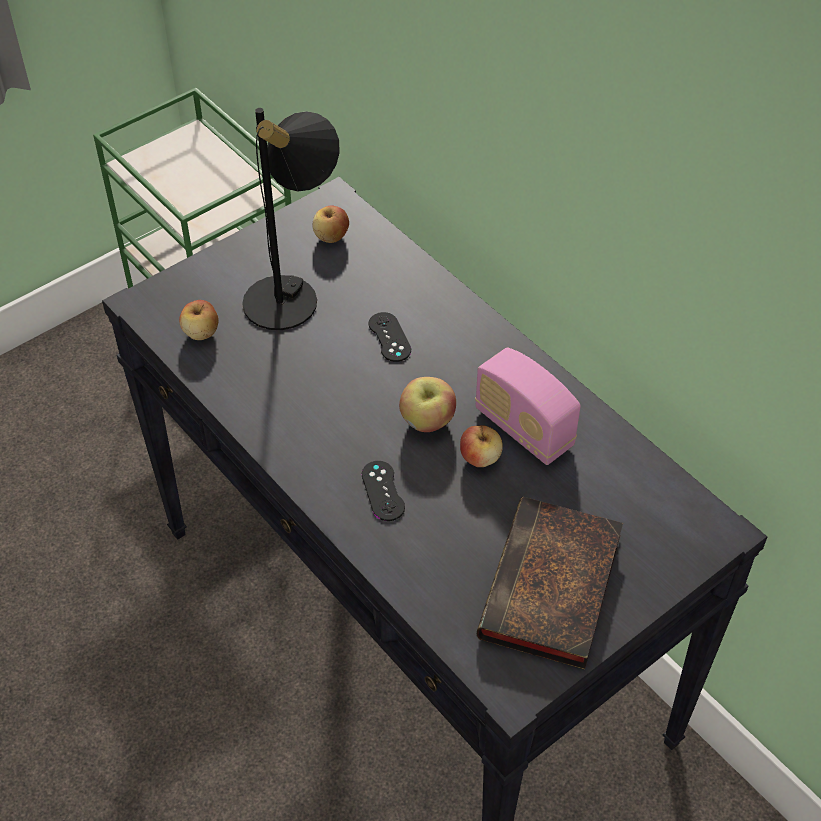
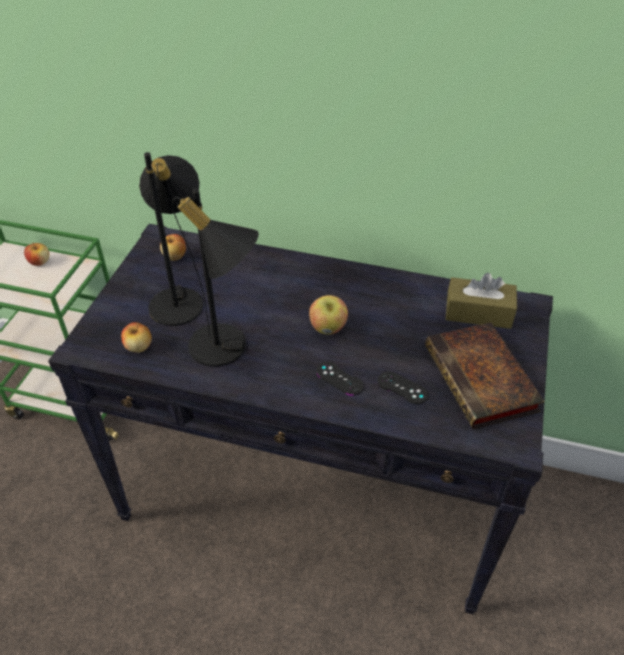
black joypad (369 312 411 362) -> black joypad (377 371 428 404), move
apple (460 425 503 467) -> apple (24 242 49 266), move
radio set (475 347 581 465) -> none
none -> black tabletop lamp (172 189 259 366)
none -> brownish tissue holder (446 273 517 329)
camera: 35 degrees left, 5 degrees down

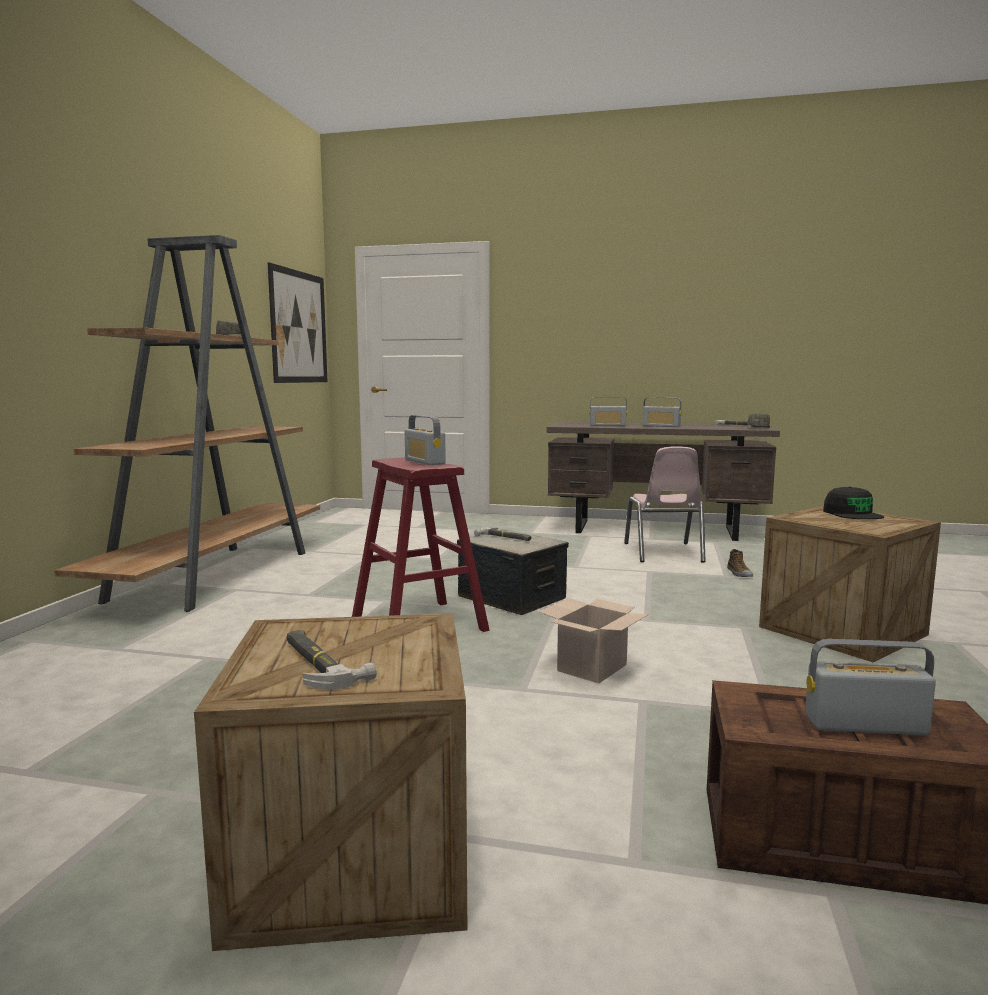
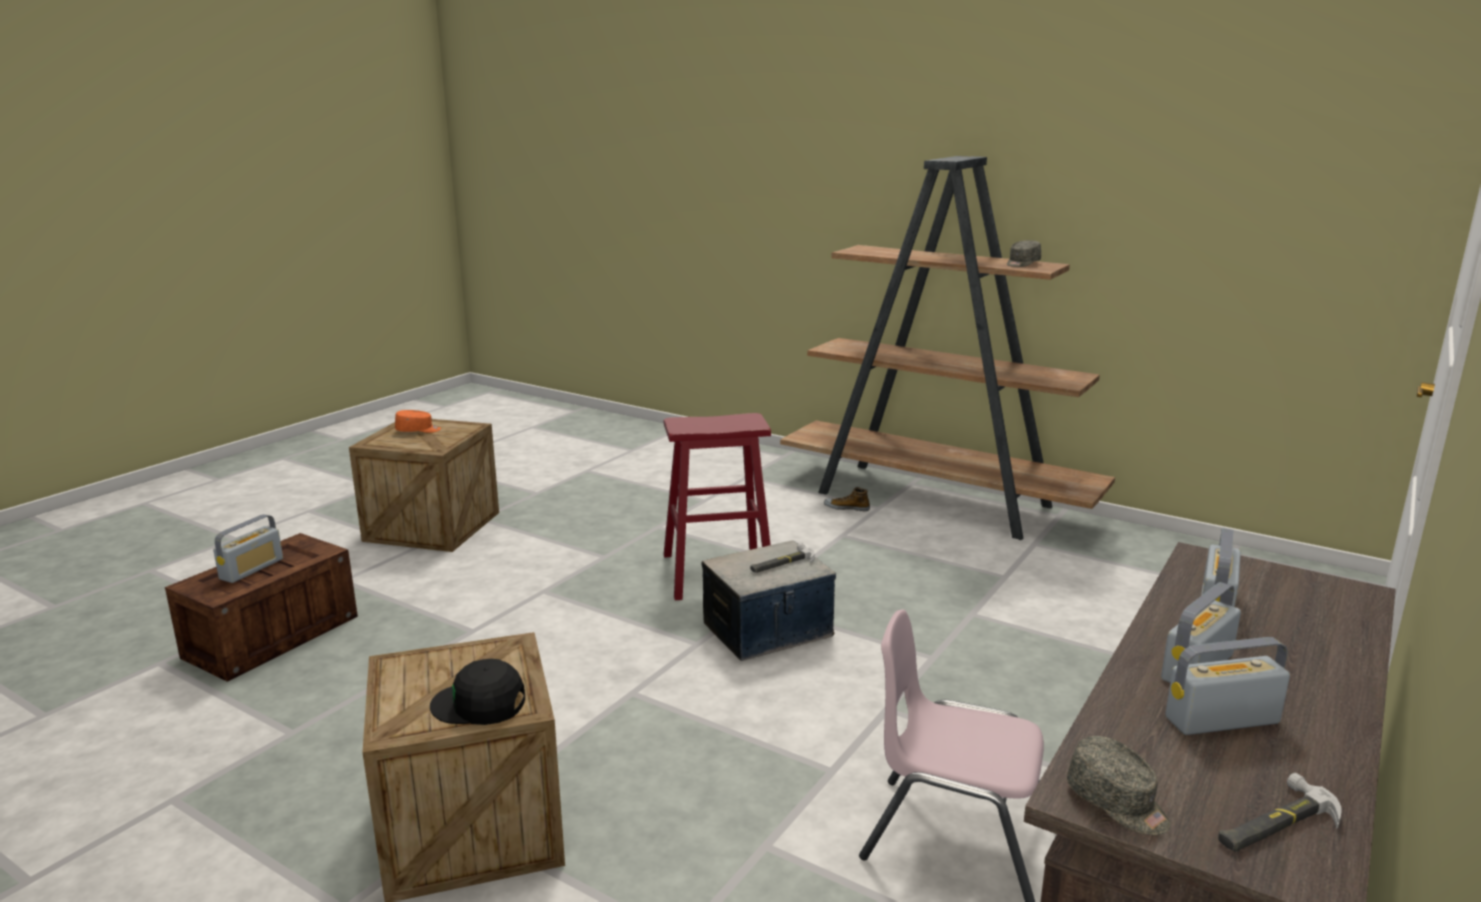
picture (268 262 328 383) -> none
hammer (287 630 377 690) -> orangey cap (395 410 441 433)
radio set (405 415 446 465) -> radio set (1165 637 1290 735), move
packing box (539 598 649 683) -> none
low shoe (727 549 753 577) -> low shoe (824 487 870 511), move
camera: 110 degrees right, 10 degrees up

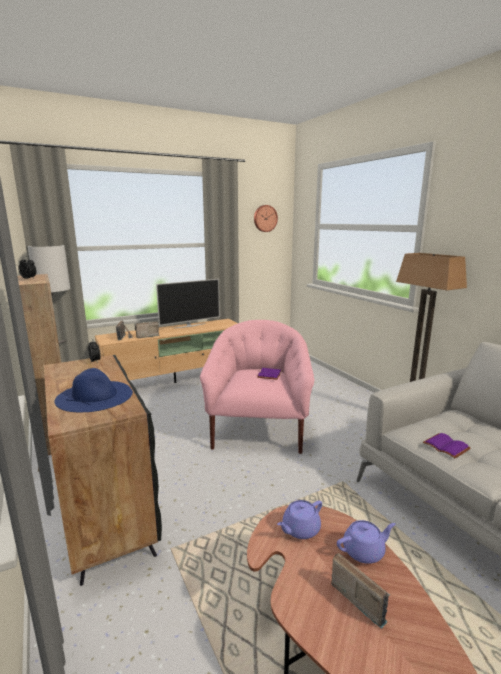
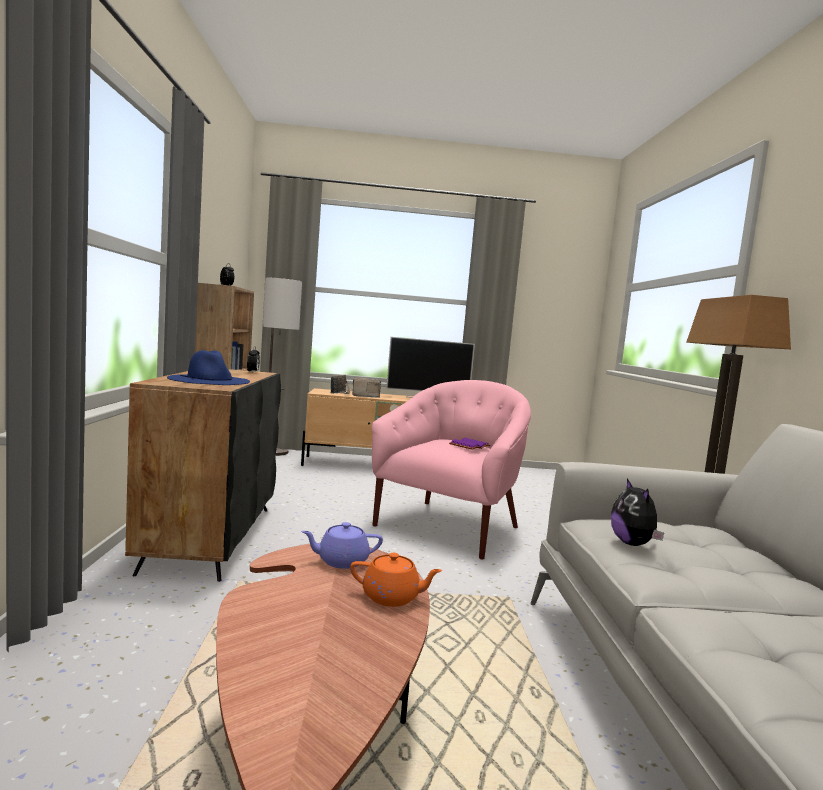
clock on the wall (254 205 278 232) -> none
radio set (331 553 390 629) -> none
purplish tea pot (337 520 396 564) -> orangey tea pot (350 553 443 607)
purplish volume (423 433 471 458) -> cuddly toy (611 479 664 546)
camera: 25 degrees right, 10 degrees down

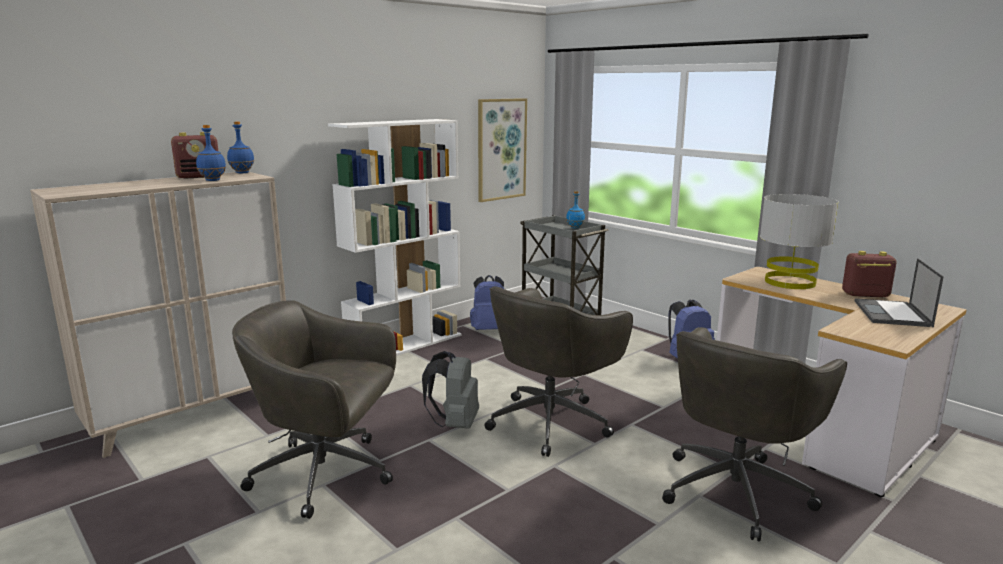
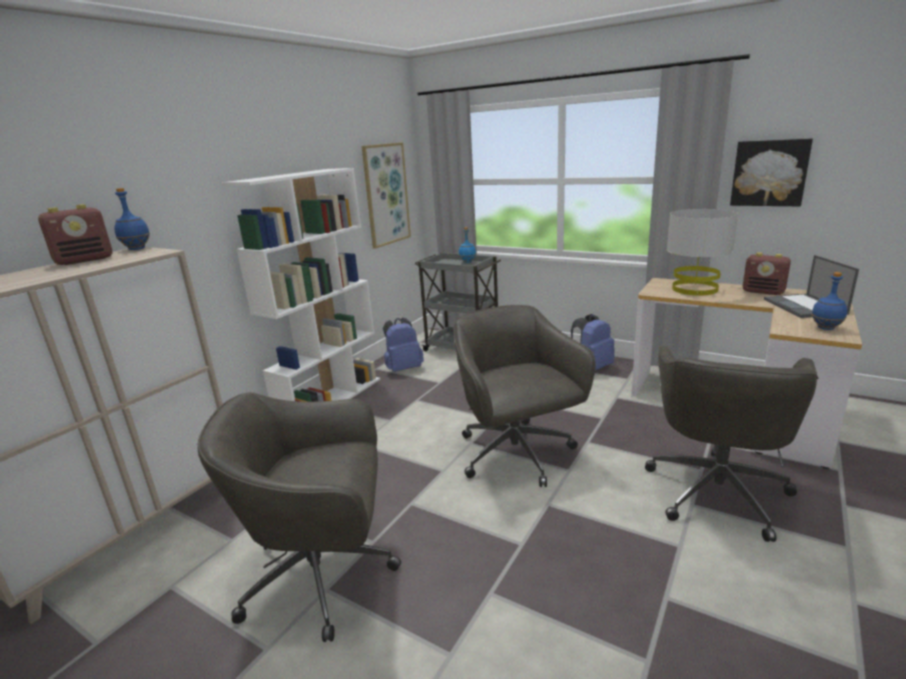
blue-coloured beverage bottle (196 125 226 181) -> blue-coloured beverage bottle (812 272 847 330), move
greyish backpack (422 351 479 429) -> none
greyish computer chair (484 286 633 457) -> greyish computer chair (453 305 595 487), 135 degrees clockwise
radio set (842 251 897 297) -> radio set (743 253 791 295), 135 degrees counterclockwise
none -> picture (730 139 813 207)
camera: 15 degrees left, 5 degrees up

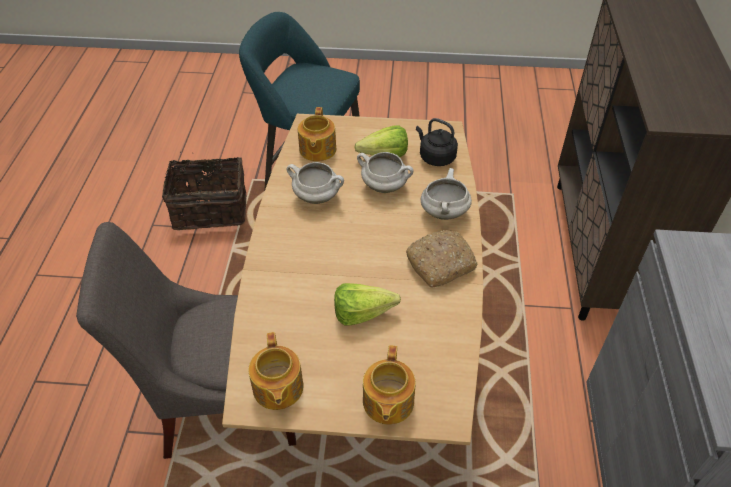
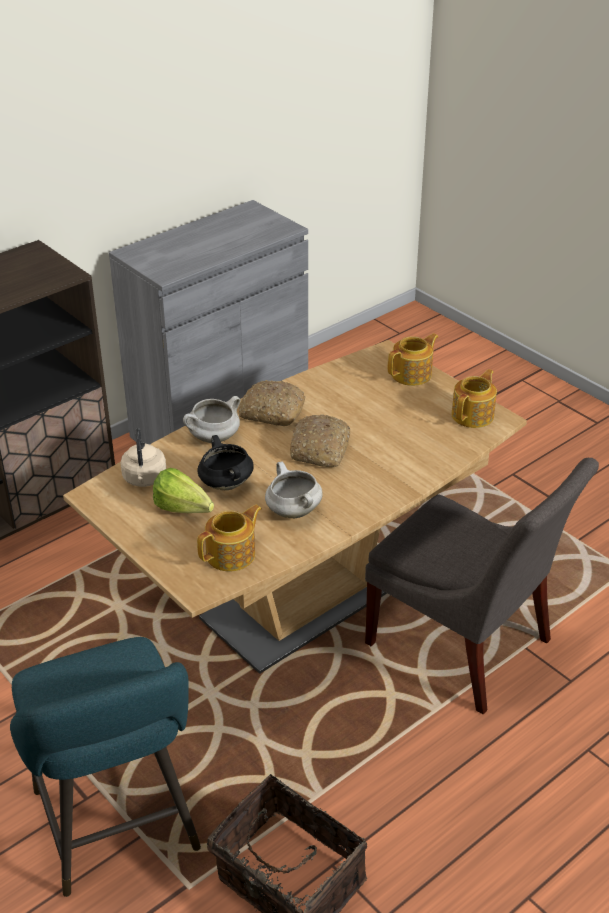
lettuce (334 283 401 326) -> none
white-coloured stockpot (357 152 414 193) -> black stockpot (197 435 254 490)
black kettle (416 118 458 166) -> sand-coloured kettle (120 428 166 487)
none -> bakery bread (290 414 350 467)
camera: 135 degrees left, 10 degrees down

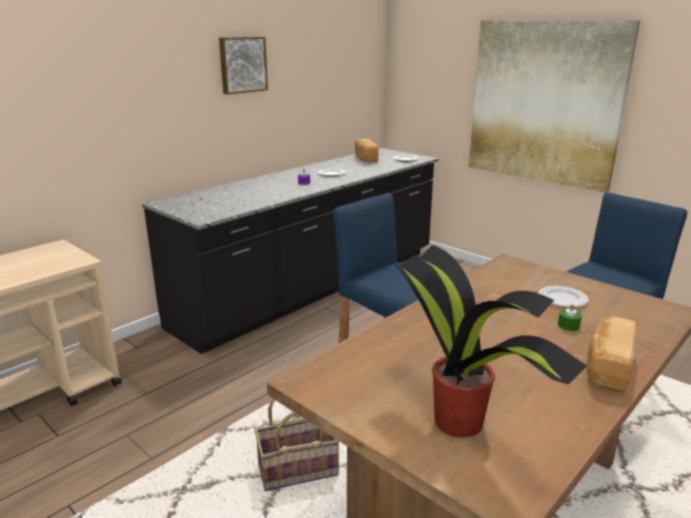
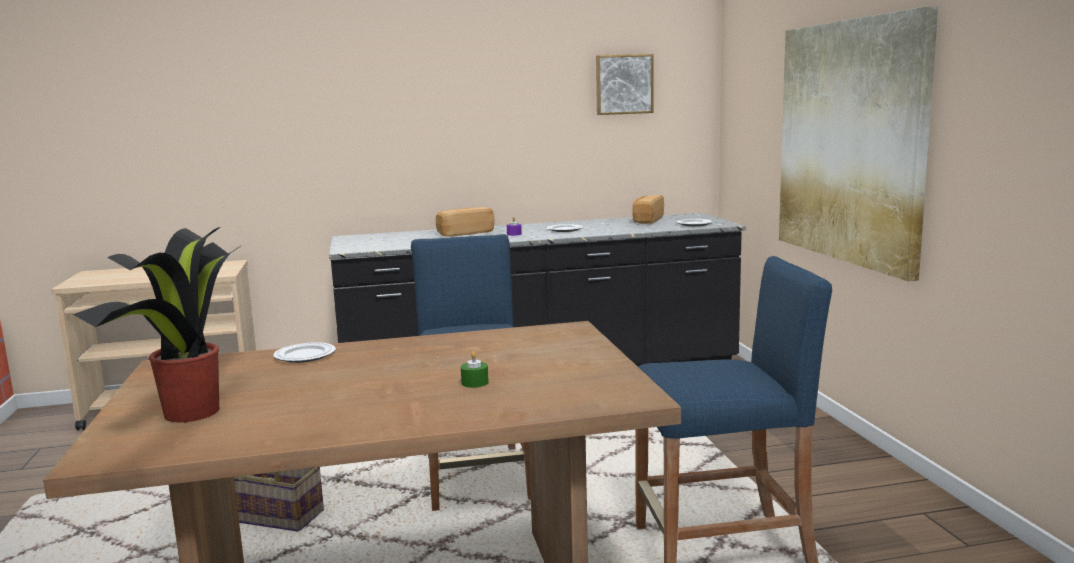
picture (219 37 268 94) -> picture (596 54 654 115), move
plate (539 286 589 308) -> plate (273 342 336 363), move
bakery bread (587 316 638 393) -> bakery bread (436 207 494 237), move
camera: 35 degrees right, 10 degrees down

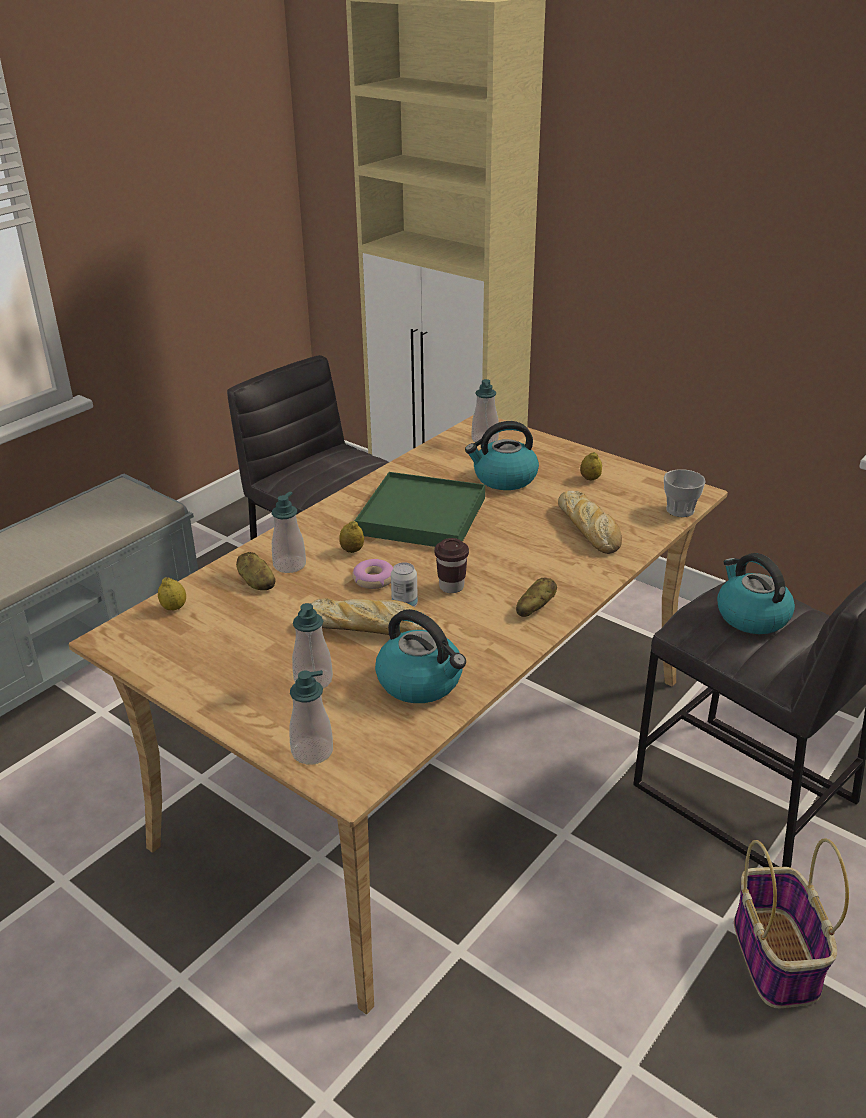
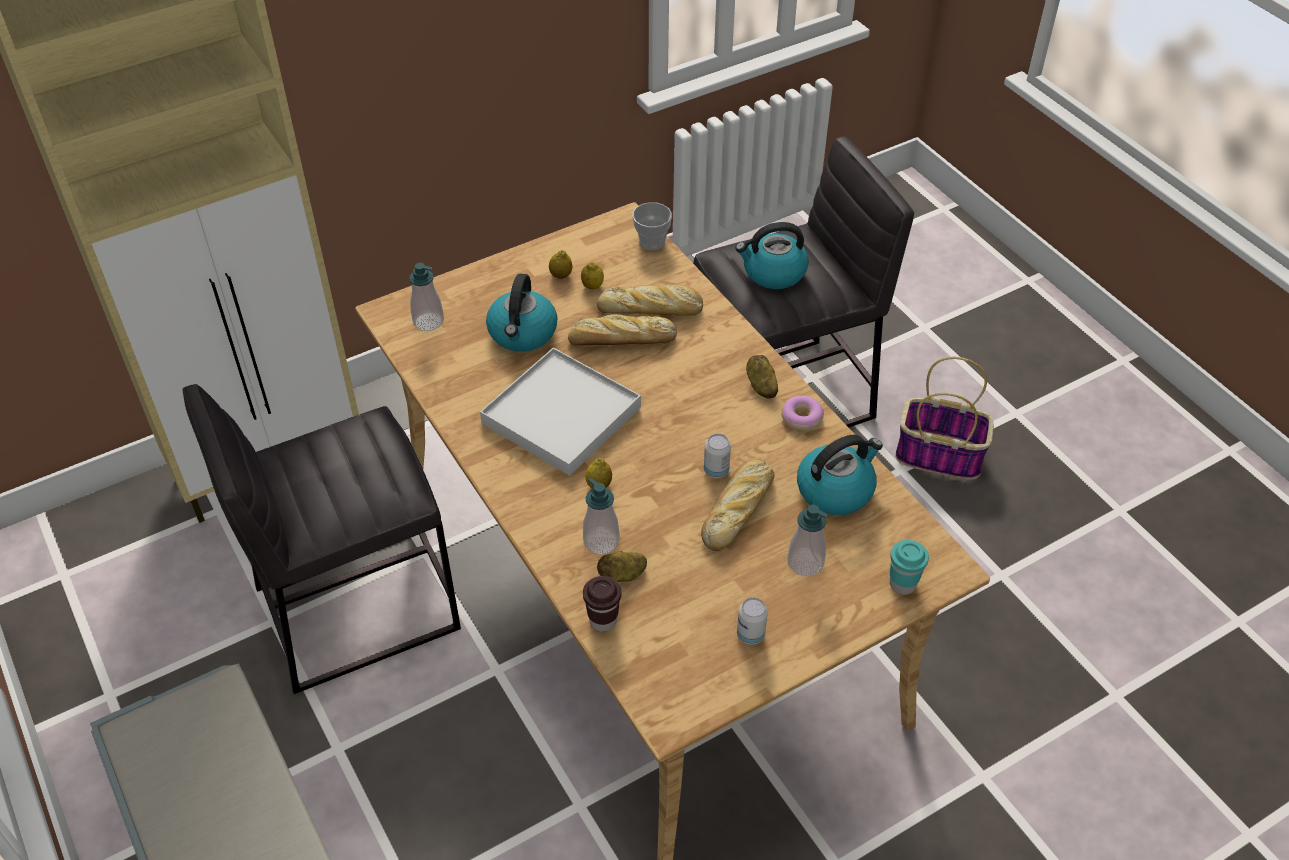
lemon (158 577 186 611) -> lemon (581 262 604 290), move
soap bottle (289 670 333 765) -> blue-green small cup (890 540 929 595)
doughnut (353 559 393 589) -> doughnut (781 396 824 431), move
greenish carrying tray (355 472 485 547) -> white-coloured carrying tray (480 347 641 476)
brownish small cup (434 538 469 593) -> brownish small cup (583 576 621 632), move
none -> bakery bread (568 314 677 345)
none -> metal can (737 597 768 645)
camera: 70 degrees left, 15 degrees up

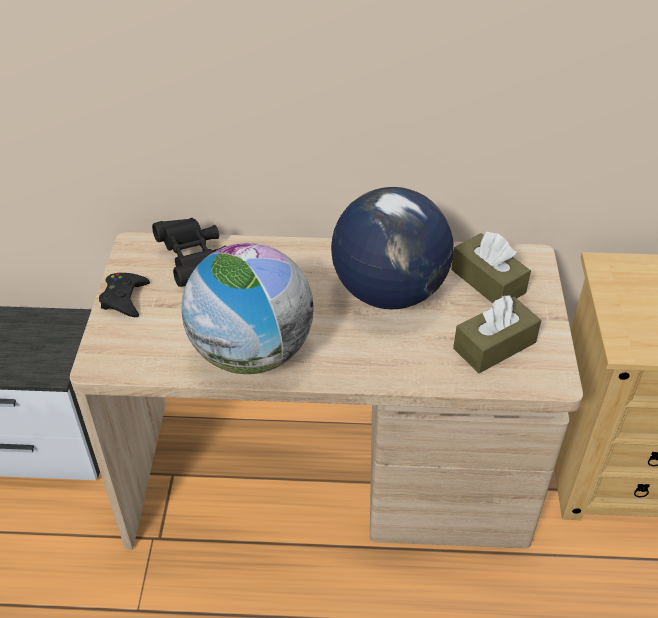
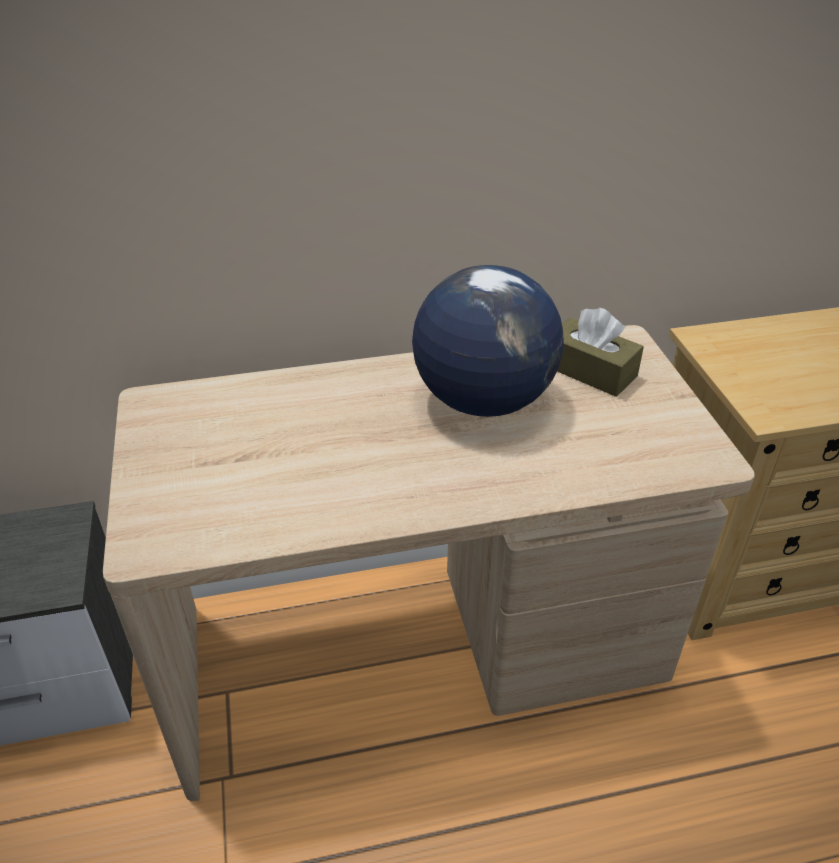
black joypad (99 273 150 317) -> none
black field glasses (152 218 226 287) -> none
globe (182 243 314 374) -> none
brownish tissue holder (453 295 541 373) -> none
camera: 15 degrees left, 5 degrees down

